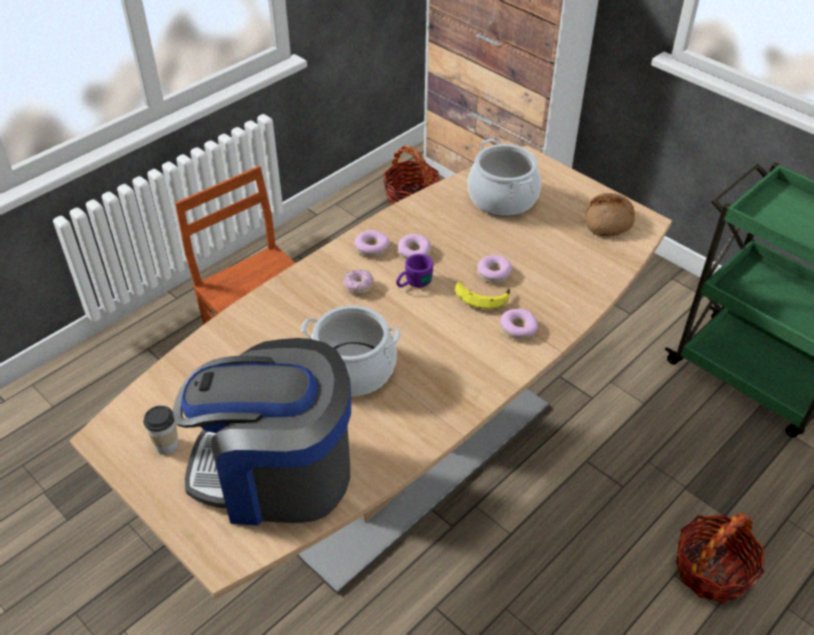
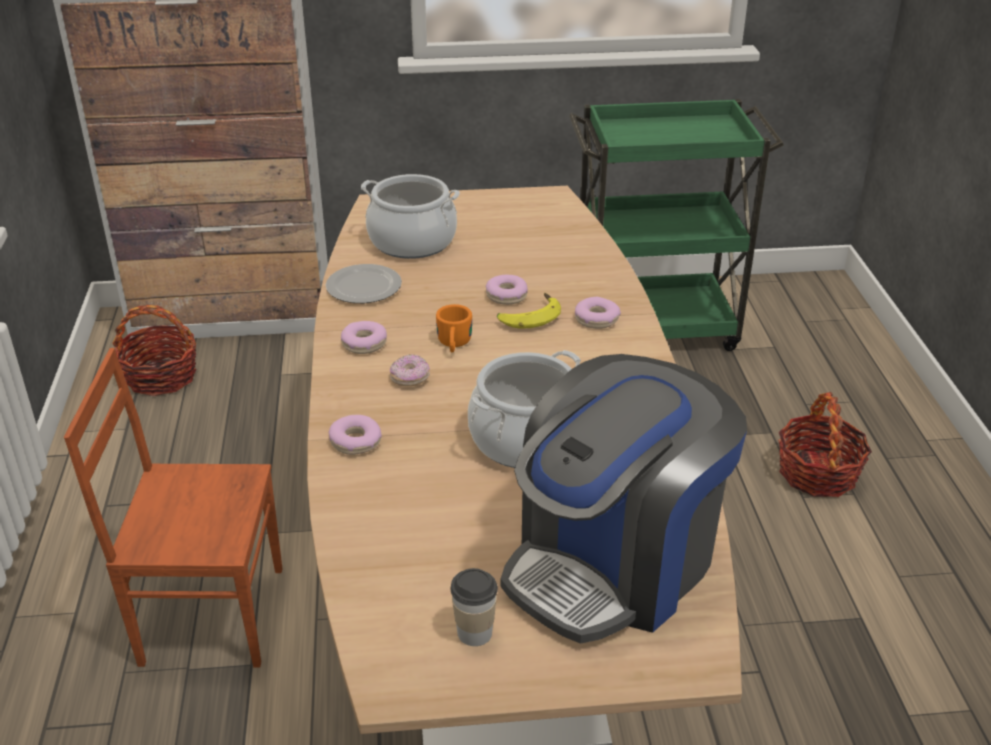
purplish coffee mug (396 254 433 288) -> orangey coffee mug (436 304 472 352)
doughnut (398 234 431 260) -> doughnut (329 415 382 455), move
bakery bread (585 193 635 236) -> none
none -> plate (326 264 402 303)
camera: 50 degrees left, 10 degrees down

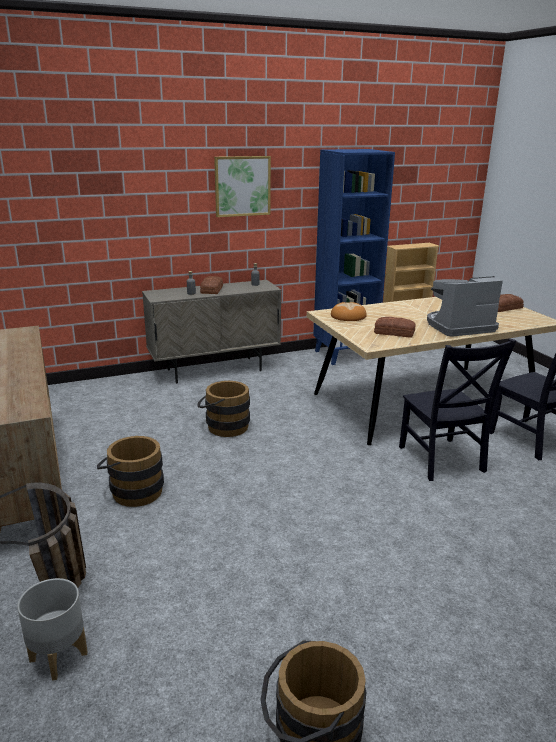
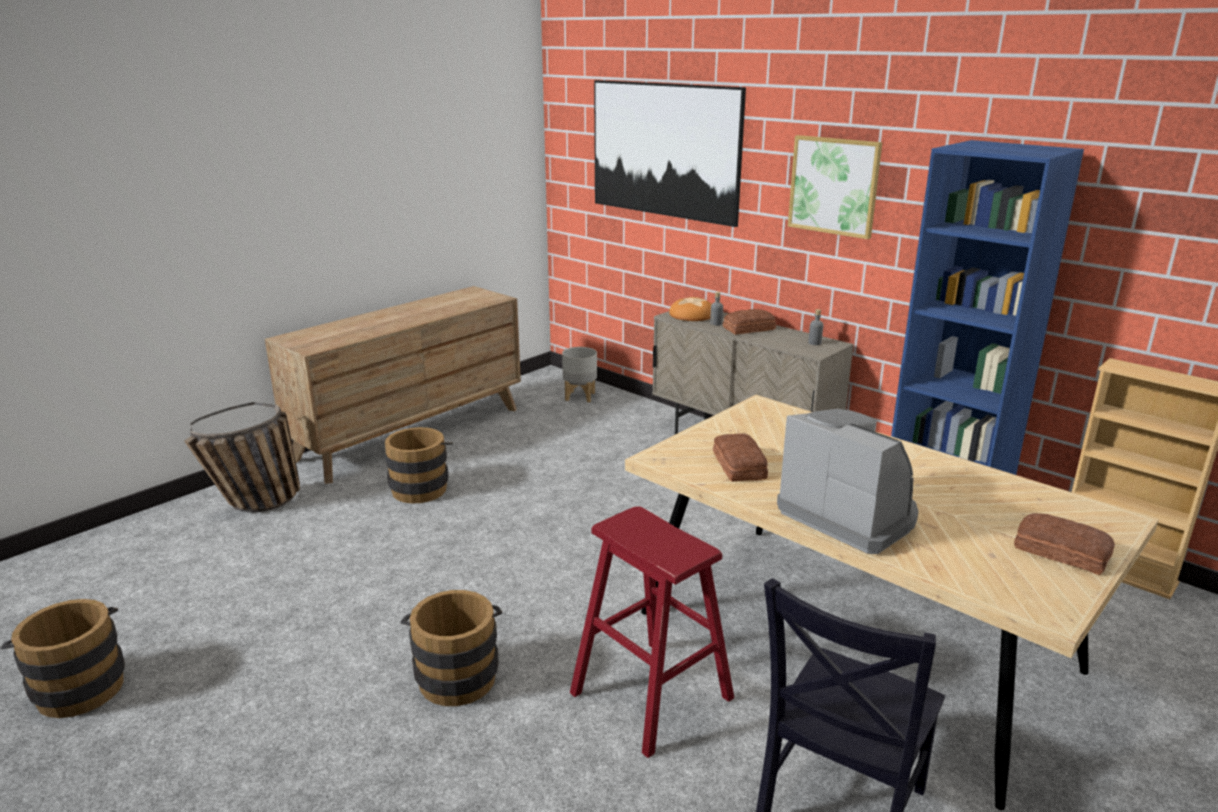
greyish plant pot (17 578 88 681) -> greyish plant pot (562 347 597 403), move
brownish bucket (197 381 250 437) -> brownish bucket (401 590 502 706), move
bakery bread (331 302 367 321) -> bakery bread (669 297 712 321), move
black chair (399 339 517 481) -> red sitting stool (570 507 734 758)
none -> picture (594 80 746 227)
camera: 65 degrees right, 0 degrees up

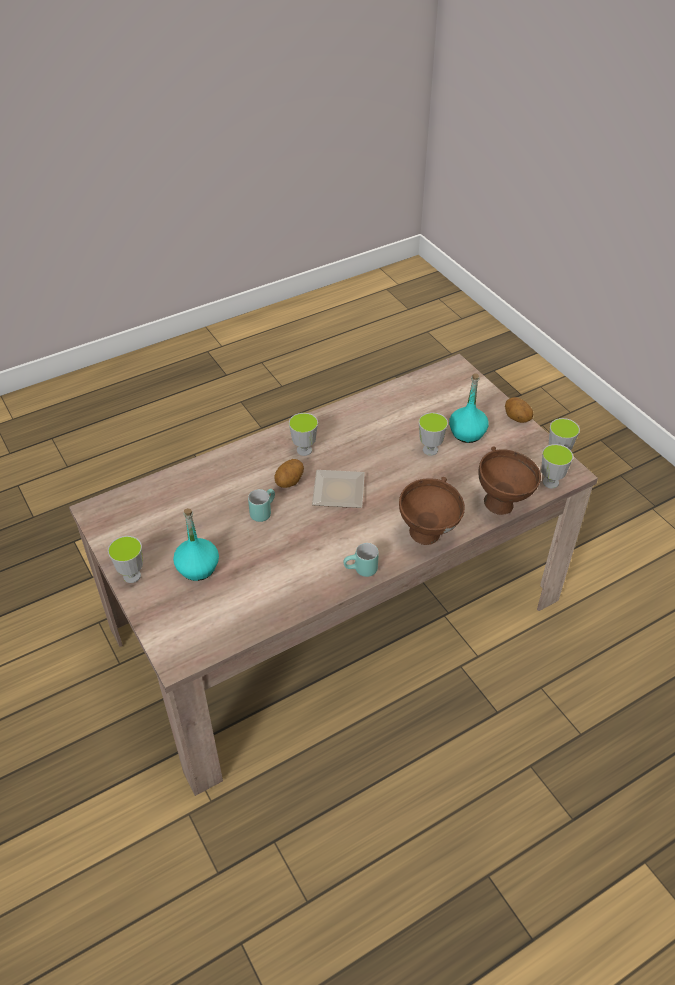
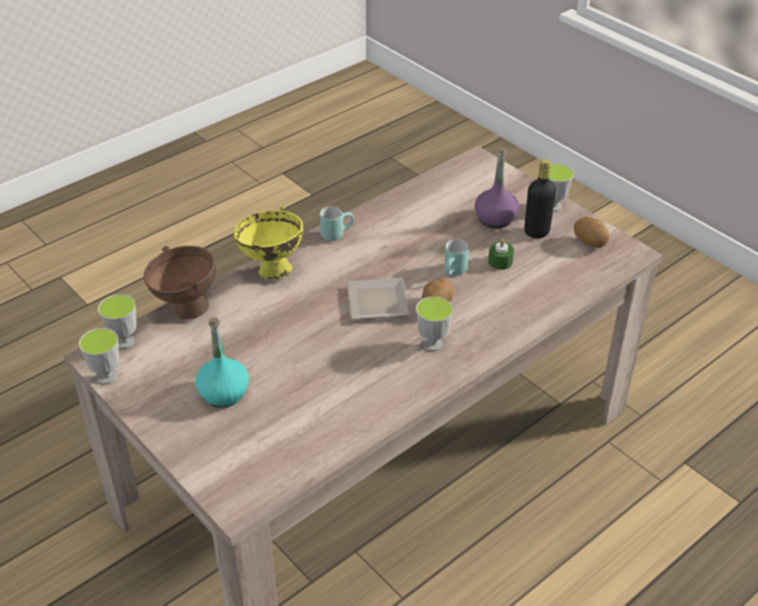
blue-green beverage bottle (173 508 219 581) -> purplish beverage bottle (475 146 519 228)
brownish bowl (399 477 465 545) -> yellowish bowl (233 206 303 279)
small cup (419 412 448 456) -> none
spud (505 397 533 423) -> spud (574 217 610 248), move
none -> greenish wax light (488 239 514 270)
none -> black beverage bottle (524 159 556 238)
camera: 170 degrees right, 5 degrees down

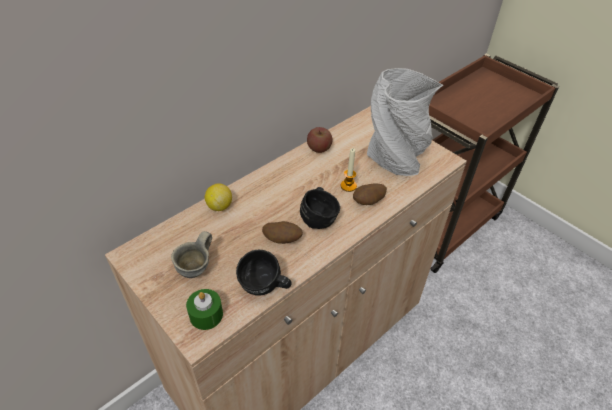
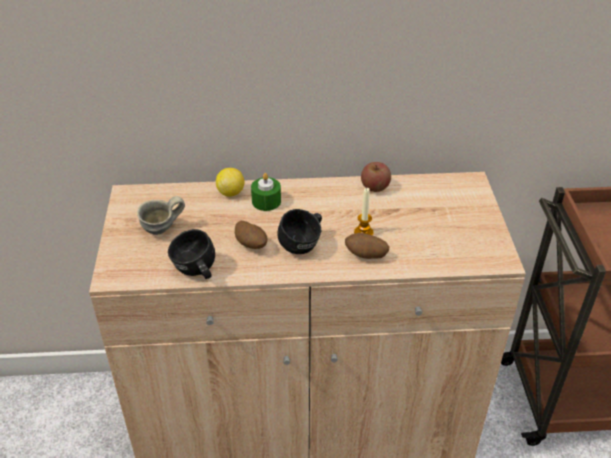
greenish wax light (186 289 223 330) -> greenish wax light (251 173 281 211), move
greyish vase (367 68 443 176) -> none
camera: 40 degrees right, 5 degrees down

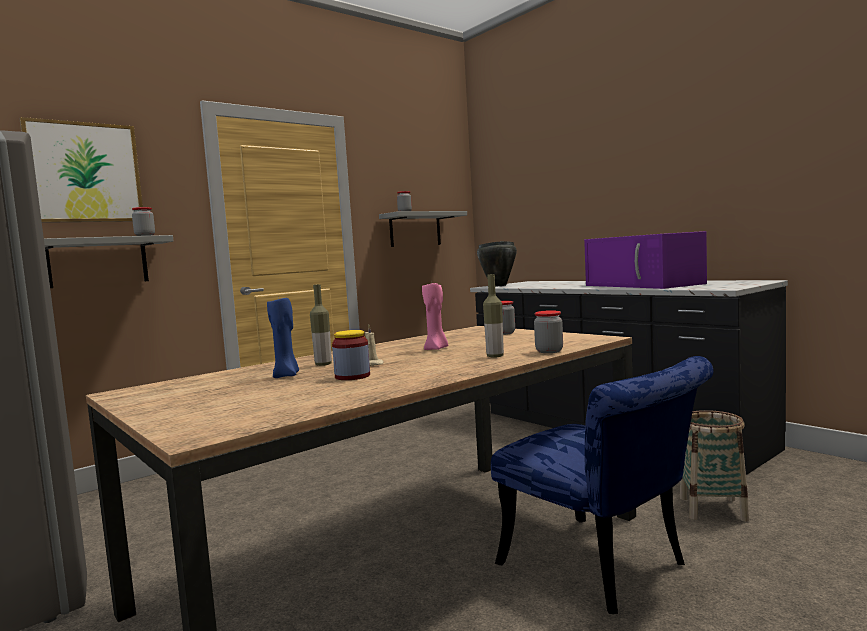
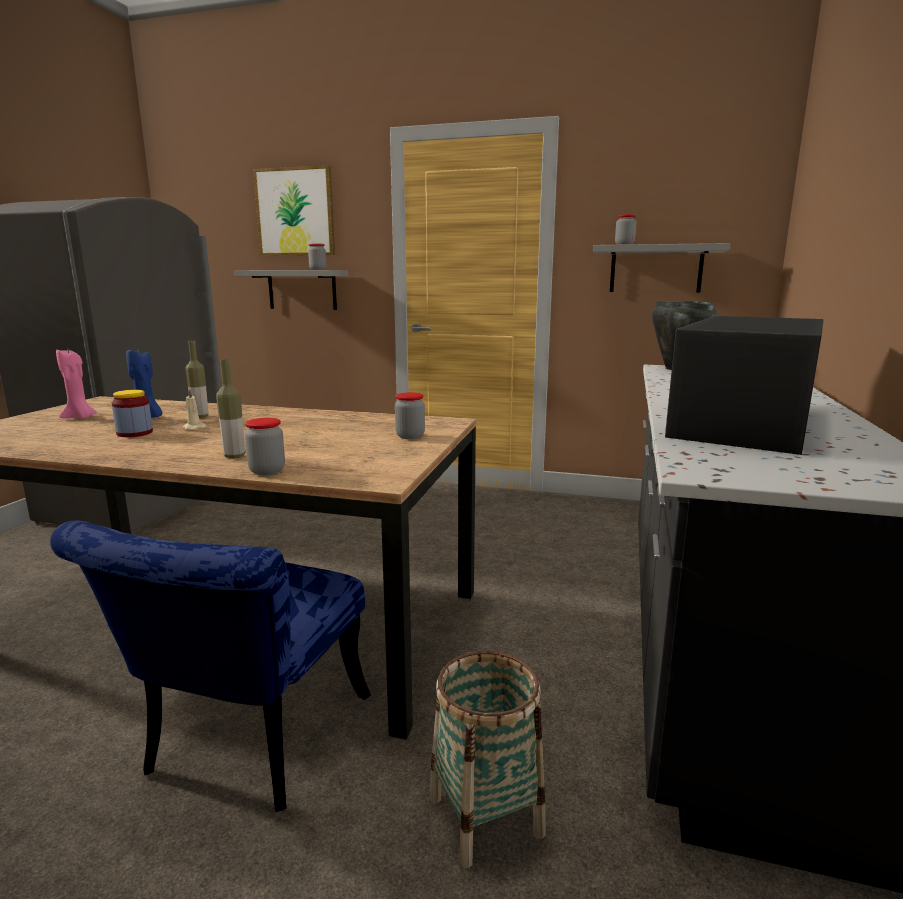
pink wax light (422 283 448 350) -> pink wax light (56 350 97 418), move
purplish microwave oven (584 231 707 289) -> black microwave oven (665 316 823 455)
camera: 55 degrees right, 10 degrees up

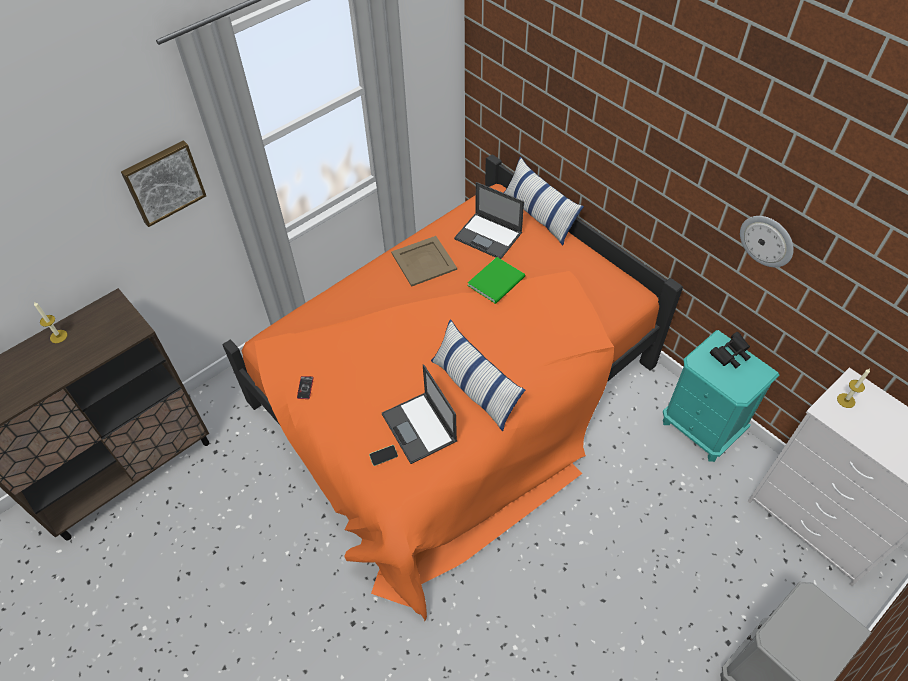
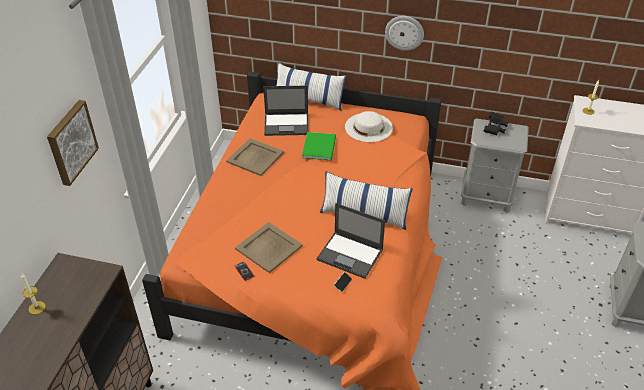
blue-green nightstand (663 330 780 462) -> greyish nightstand (461 118 529 213)
clock on the wall (740 216 794 267) -> clock on the wall (385 16 424 51), move
none -> sand-coloured carrying tray (235 222 303 273)
none -> white-coloured clothing hat (345 111 393 142)
camera: 35 degrees left, 10 degrees down

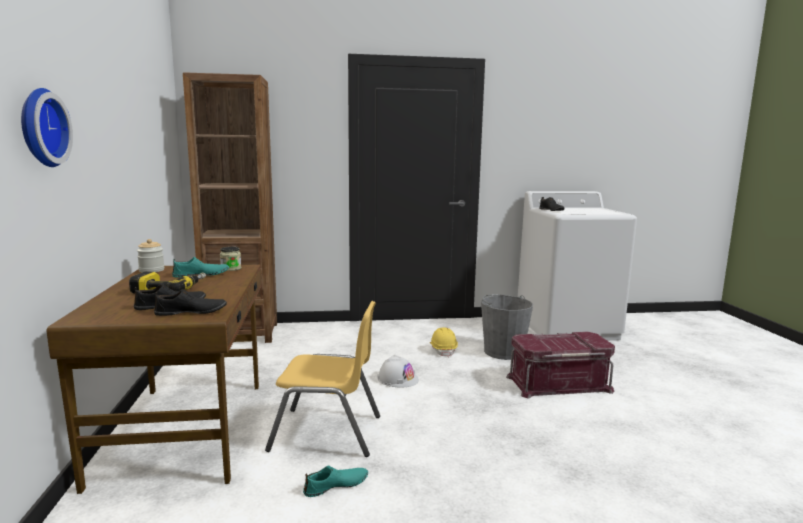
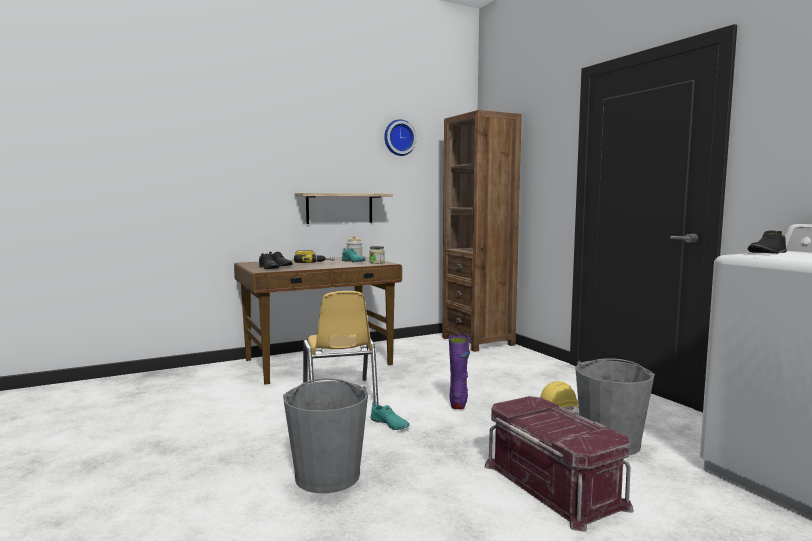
clock on the wall (21 88 73 167) -> clock on the wall (384 119 416 156), move
blue-green low shoe (303 466 368 497) -> blue-green low shoe (370 402 410 430), move
white-coloured hard hat (377 355 419 388) -> purplish boot (449 334 470 409)
none -> greyish bucket (283 378 368 493)
none -> shelf (295 193 393 224)
camera: 70 degrees right, 5 degrees down

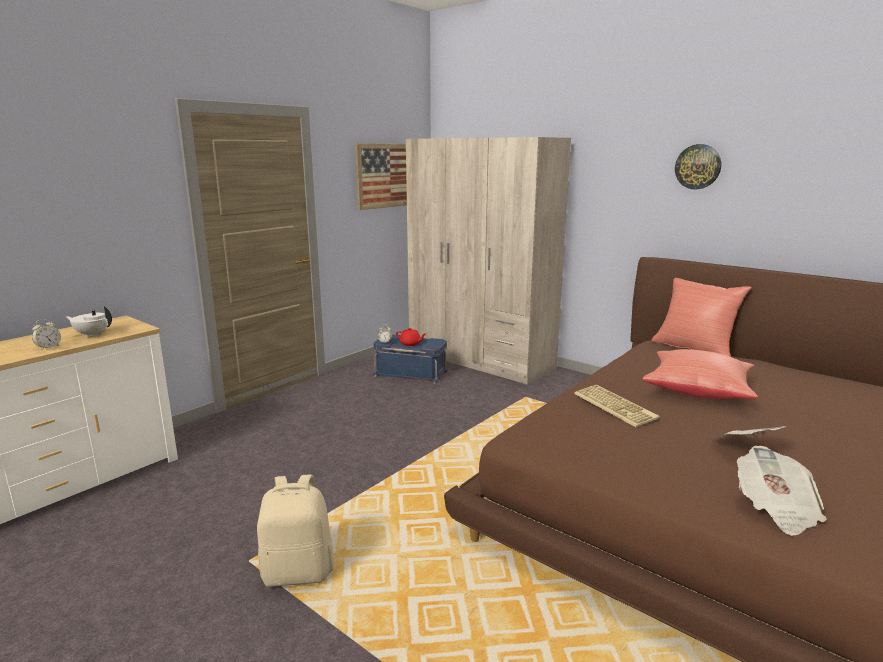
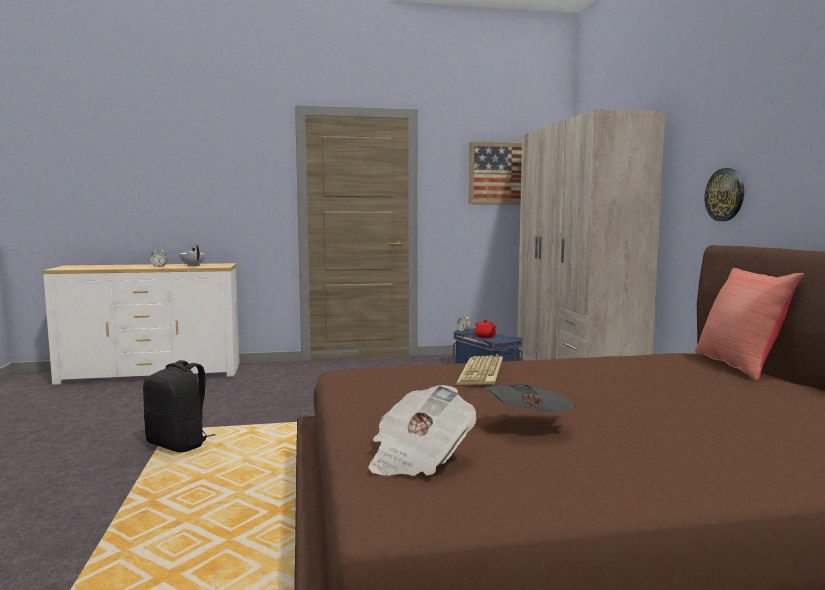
sand-coloured backpack (257 475 334 587) -> black backpack (143 360 215 453)
red pillow (642 349 758 399) -> none
clock on the wall (675 144 721 190) -> clock on the wall (705 168 744 221), move
camera: 40 degrees right, 10 degrees down

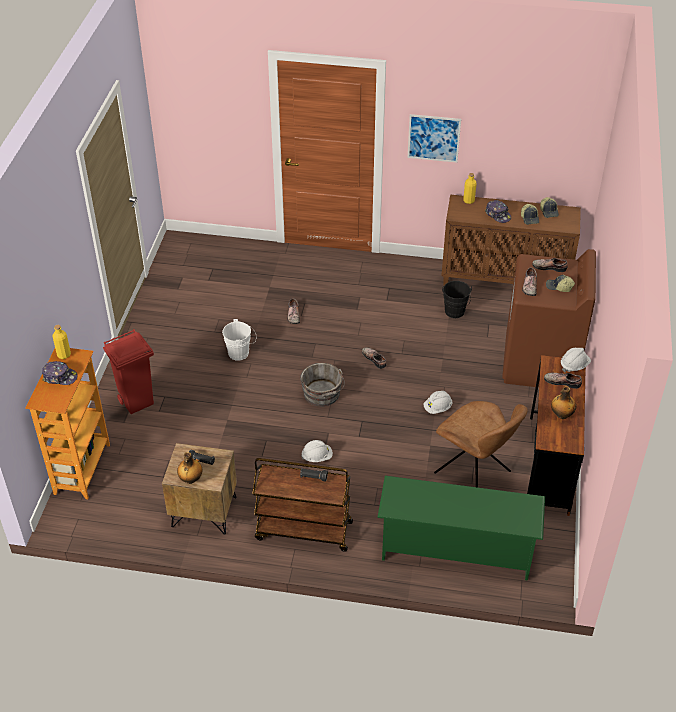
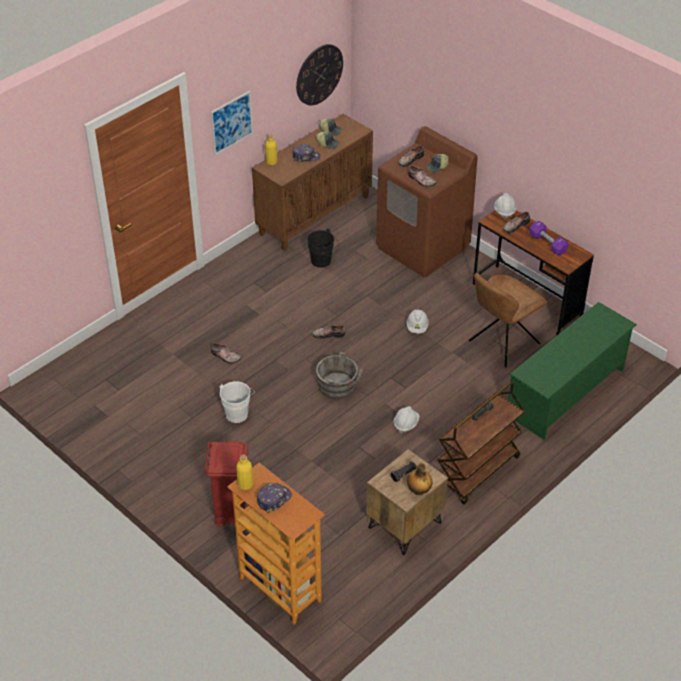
brownish chair (434 401 528 487) -> brownish chair (469 273 547 368), 150 degrees clockwise
beverage bottle (551 386 576 419) -> purplish hand weight (529 221 568 256)
none -> clock on the wall (296 44 343 105)
camera: 55 degrees left, 0 degrees up

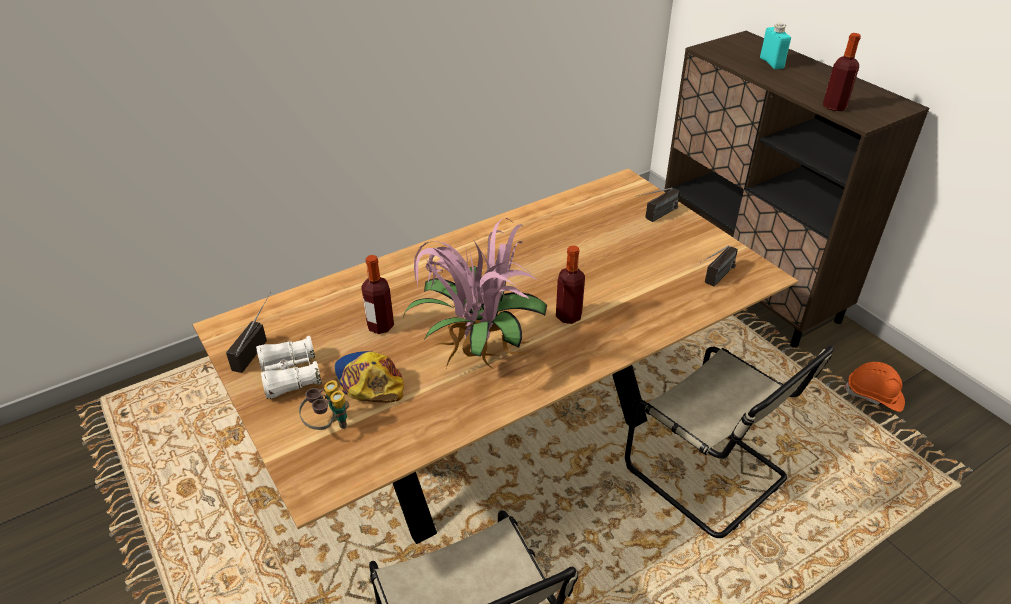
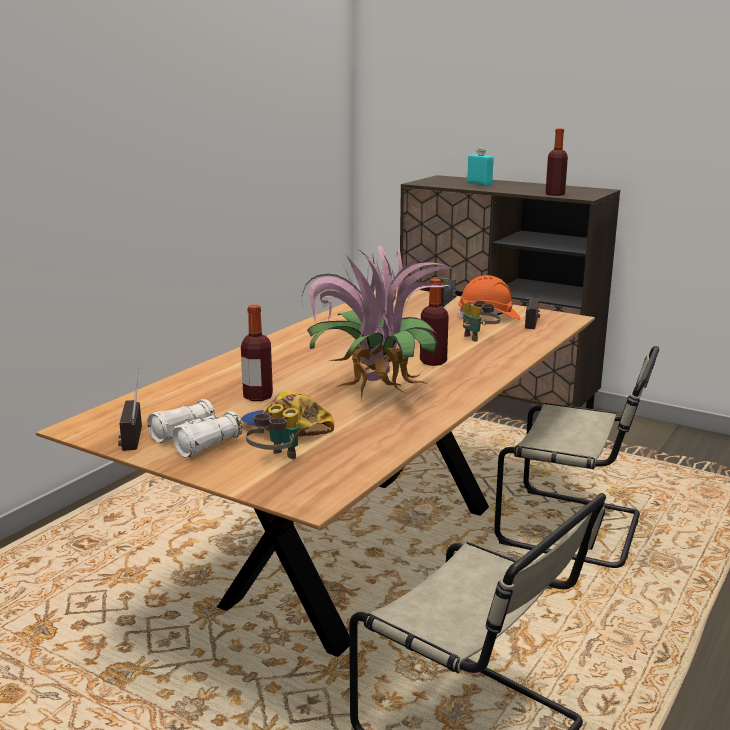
orangey hard hat (844 362 905 412) -> orangey hard hat (457 275 520 320), move
none -> field glasses (463 301 500 342)
camera: 25 degrees left, 20 degrees down

